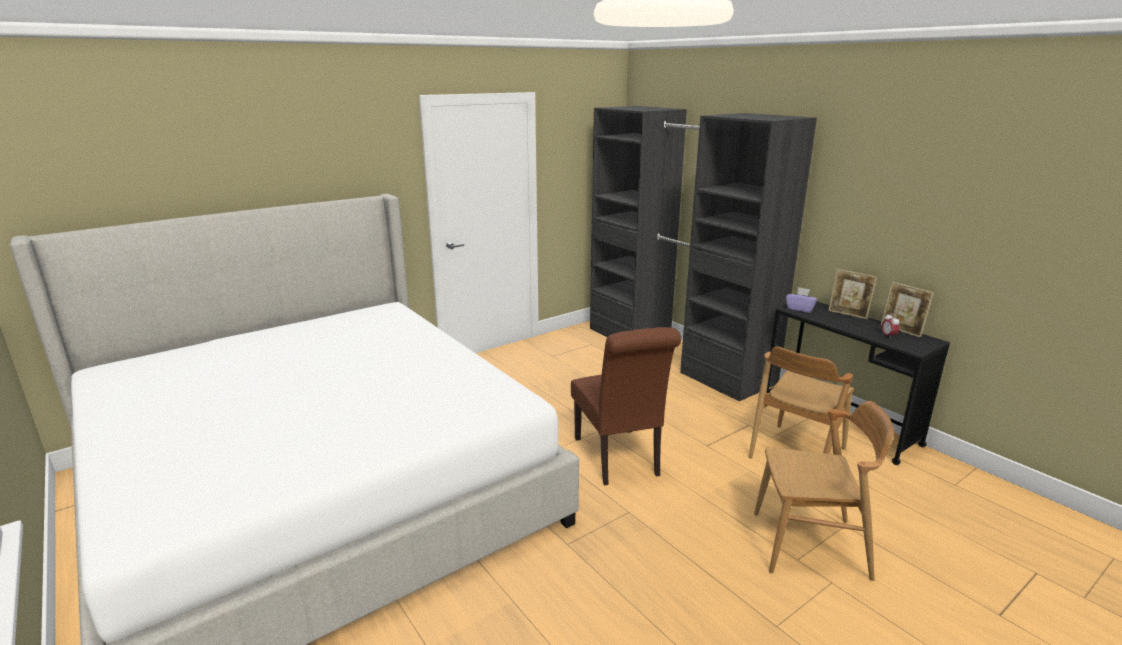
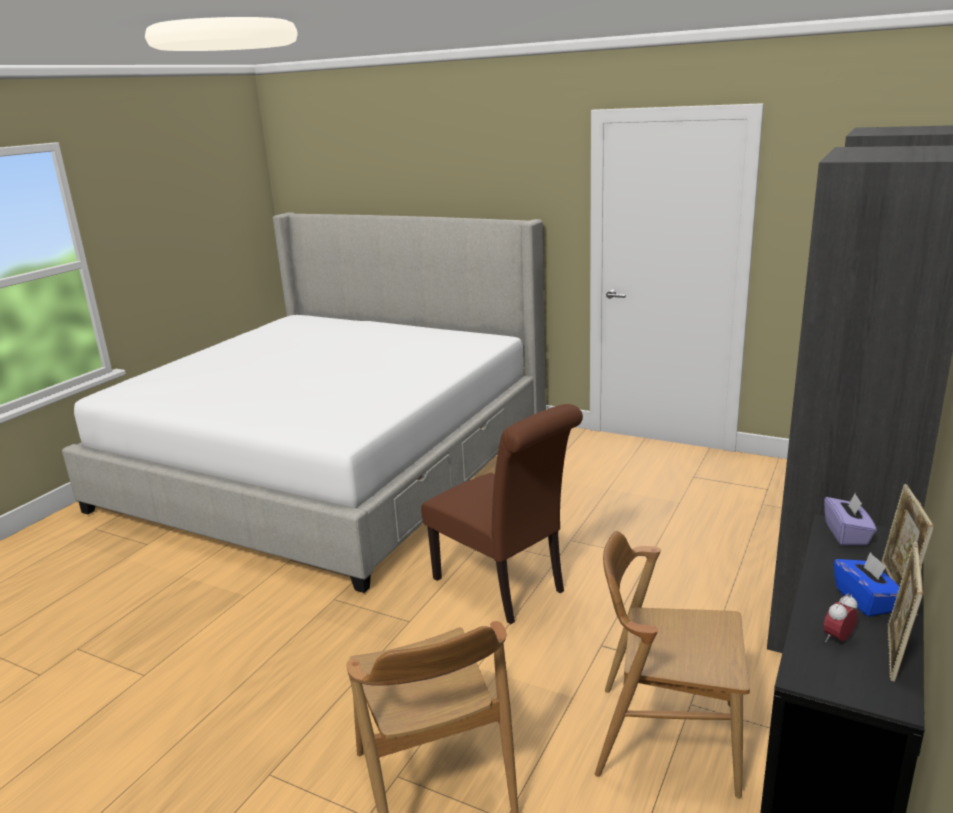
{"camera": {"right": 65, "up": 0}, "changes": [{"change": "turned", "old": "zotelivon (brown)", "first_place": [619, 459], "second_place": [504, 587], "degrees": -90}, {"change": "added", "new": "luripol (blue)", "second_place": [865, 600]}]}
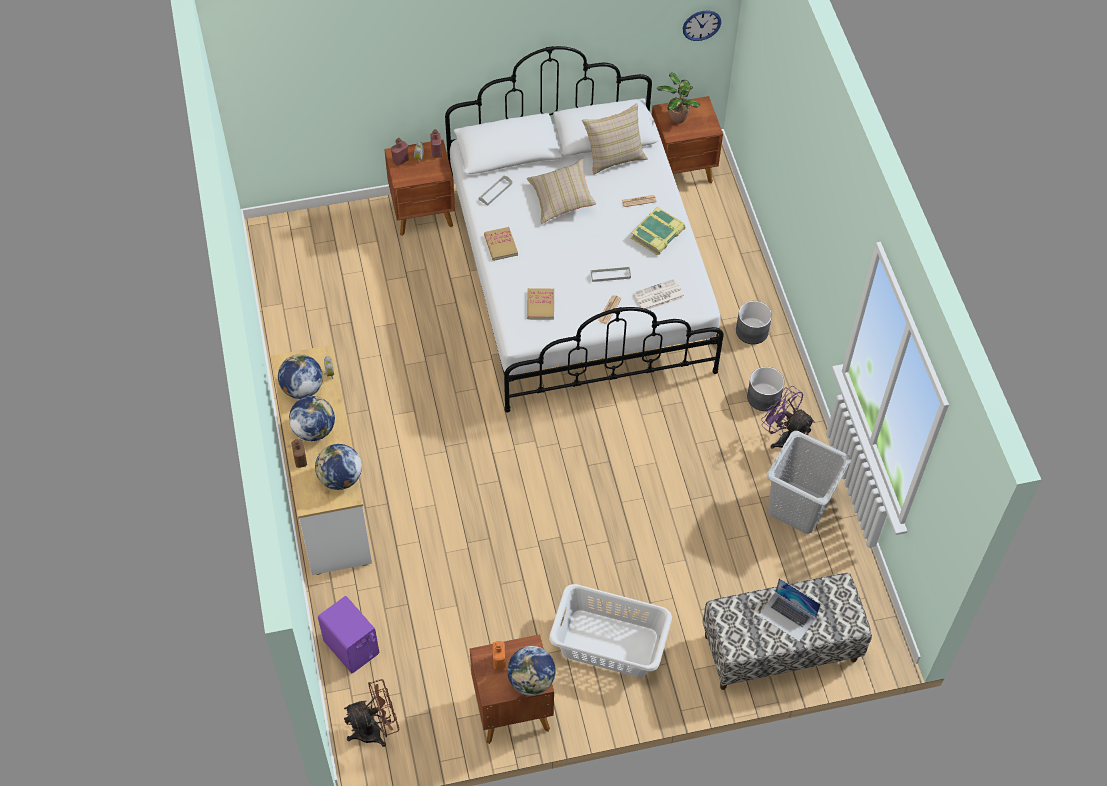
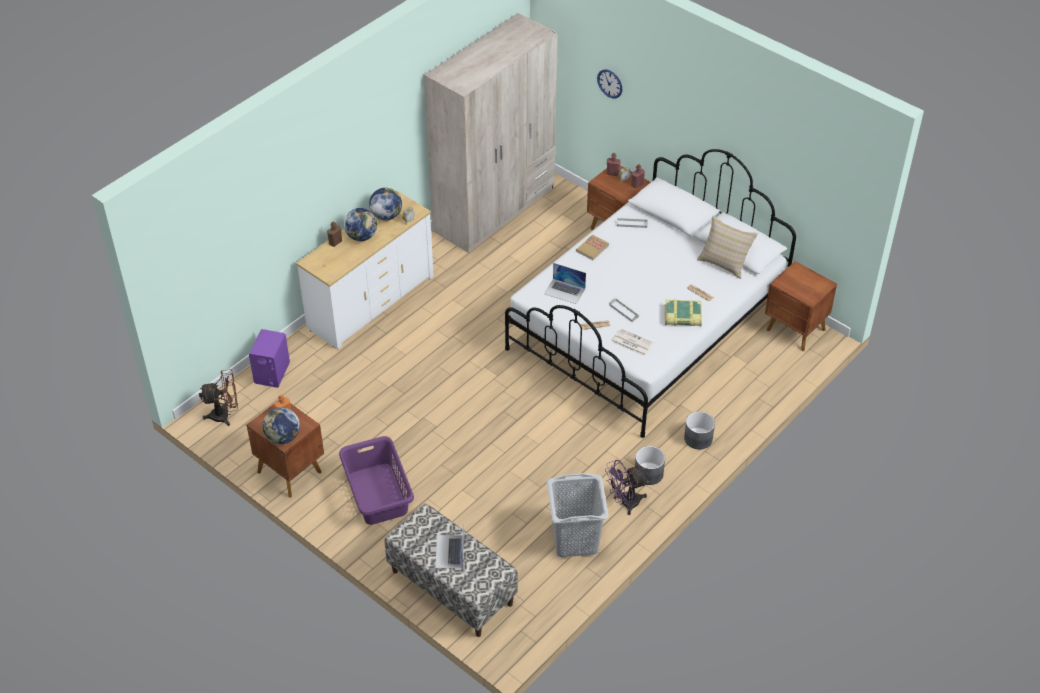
{"camera": {"right": 55, "up": -10}, "changes": [{"change": "moved", "old": "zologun", "first_place": [701, 25], "second_place": [610, 83]}, {"change": "removed", "old": "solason", "first_place": [677, 117]}, {"change": "removed", "old": "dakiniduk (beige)", "first_place": [561, 199]}, {"change": "replaced", "old": "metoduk", "new": "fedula", "first_place": [540, 305], "second_place": [564, 291]}, {"change": "turned", "old": "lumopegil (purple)", "first_place": [784, 438], "second_place": [625, 503], "degrees": -120}, {"change": "removed", "old": "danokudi", "first_place": [340, 478]}, {"change": "recoloured", "old": "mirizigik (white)", "new": "mirizigik (purple)", "first_place": [609, 644], "second_place": [377, 494]}, {"change": "turned", "old": "lumopegil (brown)", "first_place": [375, 730], "second_place": [225, 415], "degrees": -45}, {"change": "added", "new": "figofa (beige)", "second_place": [494, 209]}]}
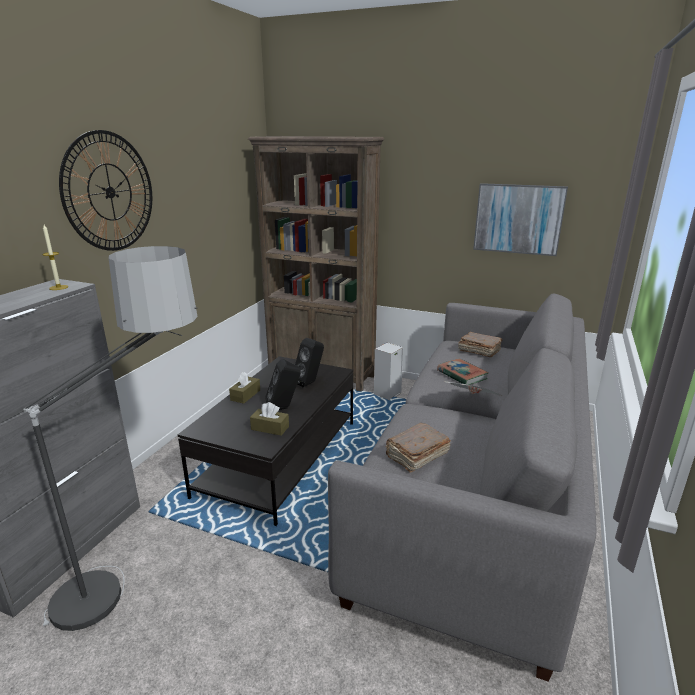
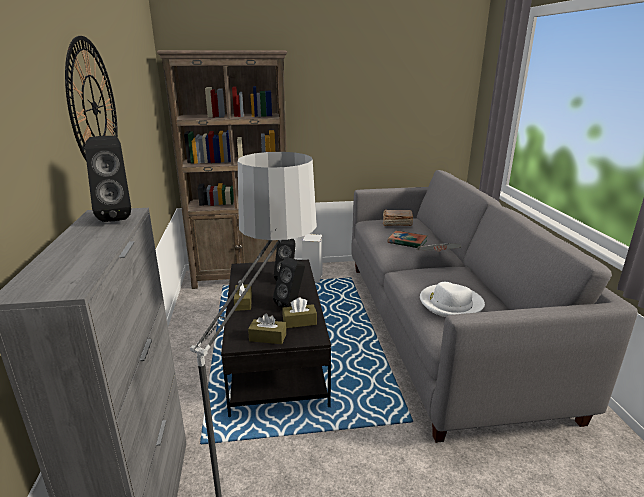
{"camera": {"right": -30, "up": 0}, "changes": [{"change": "removed", "old": "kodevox", "first_place": [518, 219]}, {"change": "replaced", "old": "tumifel", "new": "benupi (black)", "first_place": [58, 287], "second_place": [117, 217]}, {"change": "replaced", "old": "metoduk (brown)", "new": "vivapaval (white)", "first_place": [416, 456], "second_place": [450, 303]}, {"change": "added", "new": "luripol (brown)", "second_place": [267, 337]}]}
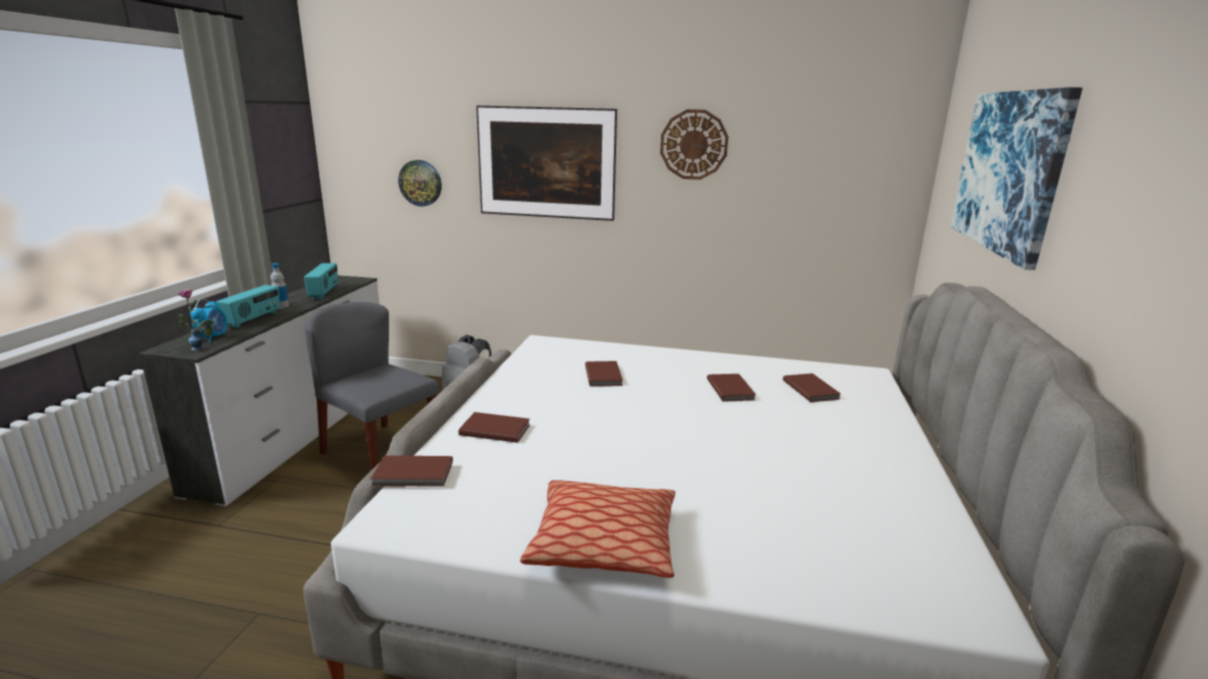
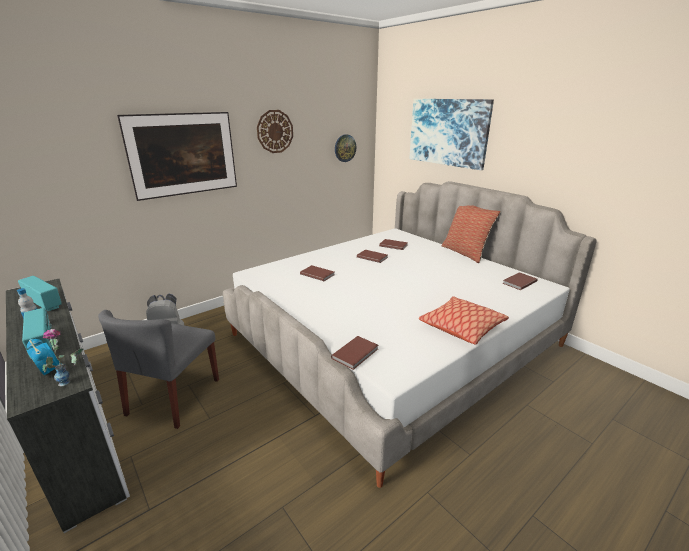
{"camera": {"right": -50, "up": 5}, "changes": [{"change": "moved", "old": "zologun", "first_place": [420, 183], "second_place": [345, 148]}, {"change": "turned", "old": "zotelivon (grey)", "first_place": [379, 452], "second_place": [174, 397], "degrees": -60}, {"change": "moved", "old": "metoduk (brown)", "first_place": [494, 429], "second_place": [518, 282]}, {"change": "added", "new": "dakiniduk", "second_place": [465, 253]}]}
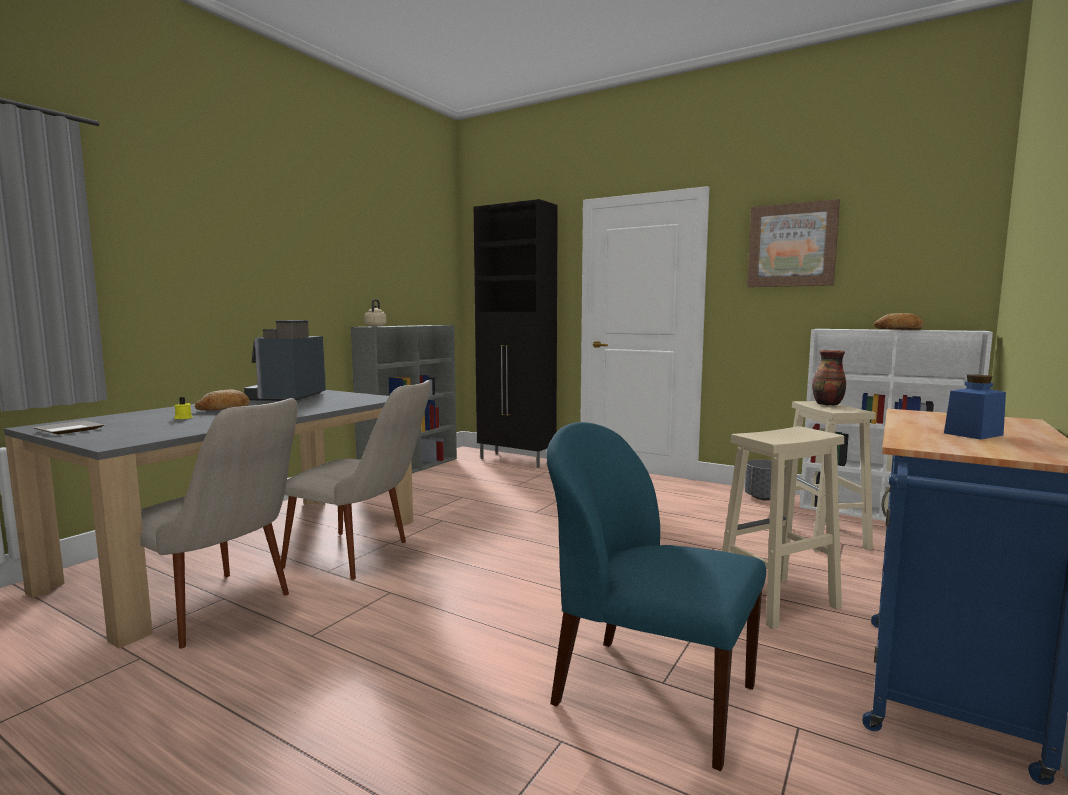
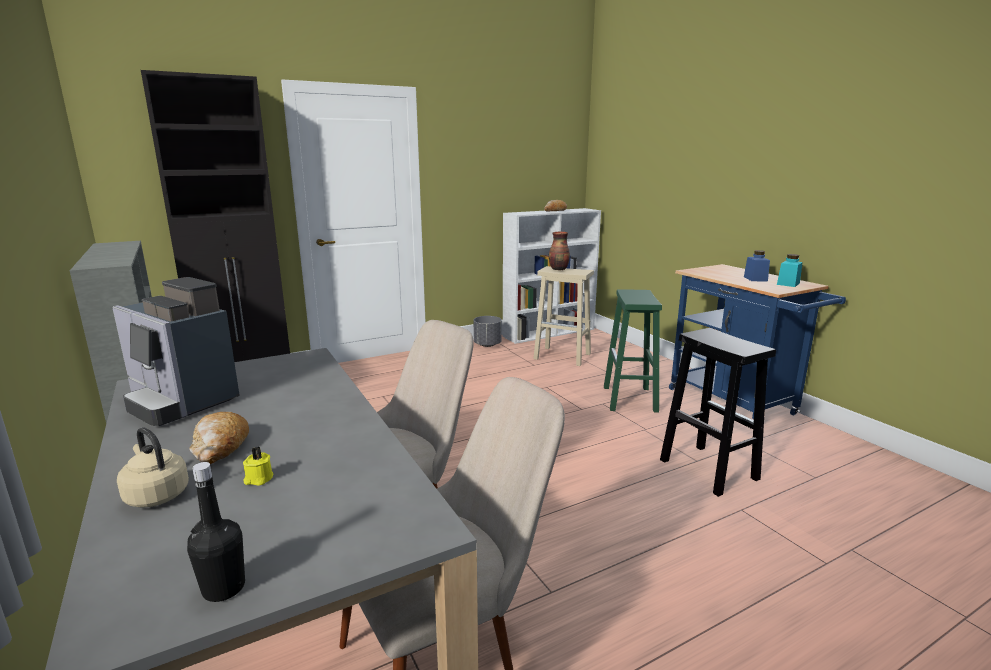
{"camera": {"right": -60, "up": 10}, "changes": [{"change": "removed", "old": "kodevox", "first_place": [792, 245]}, {"change": "moved", "old": "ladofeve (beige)", "first_place": [376, 326], "second_place": [156, 495]}, {"change": "replaced", "old": "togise", "new": "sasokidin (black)", "first_place": [67, 430], "second_place": [224, 588]}, {"change": "replaced", "old": "zotelivon (blue)", "new": "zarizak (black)", "first_place": [649, 694], "second_place": [707, 469]}, {"change": "recoloured", "old": "zarizak (beige)", "new": "zarizak (green)", "first_place": [776, 602], "second_place": [630, 399]}, {"change": "added", "new": "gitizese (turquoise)", "second_place": [788, 284]}]}
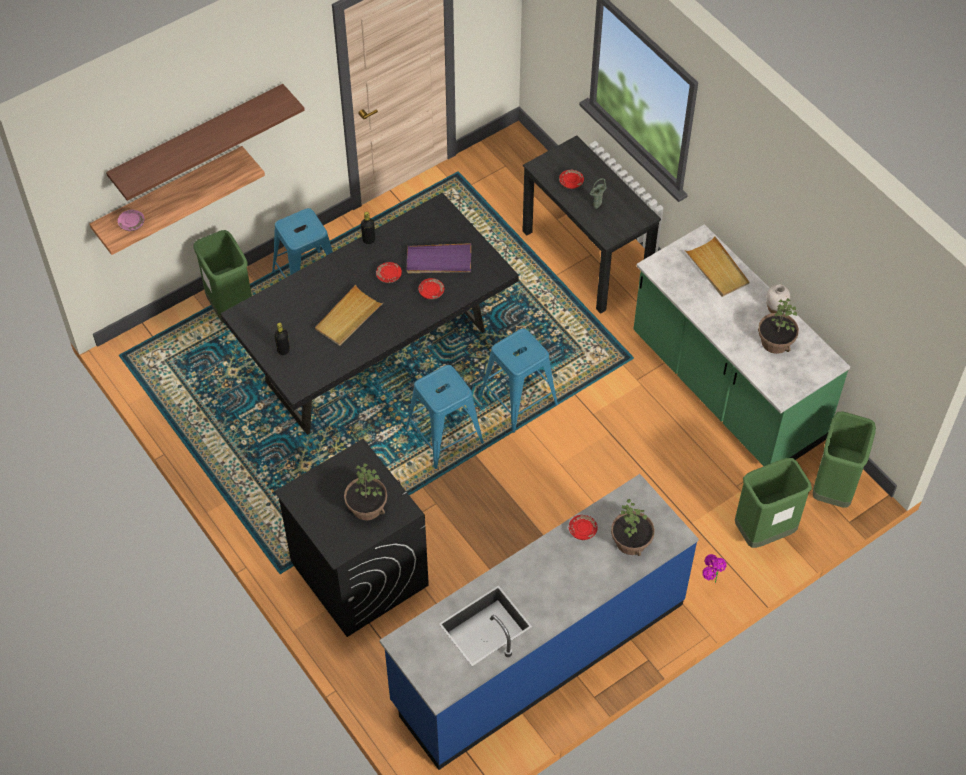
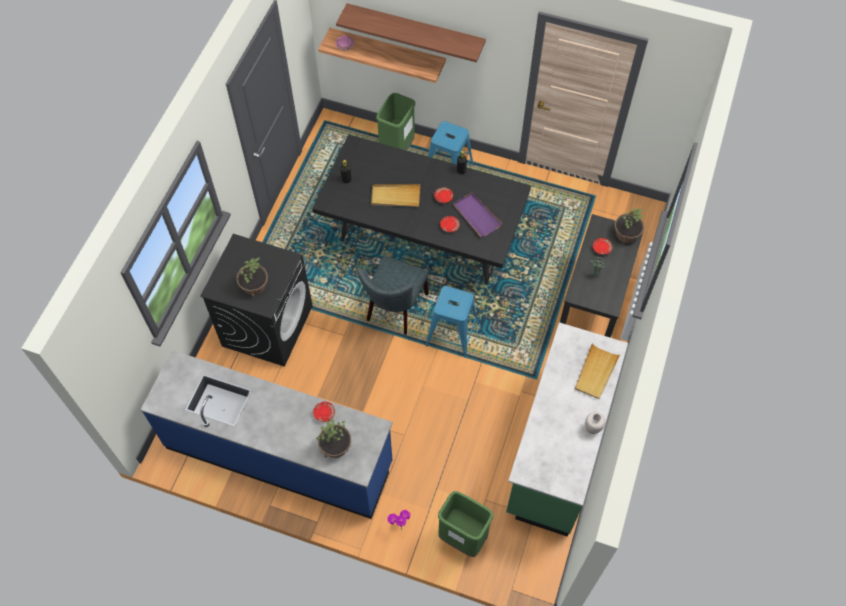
{"camera": {"right": 55, "up": 5}, "changes": [{"change": "moved", "old": "solason", "first_place": [775, 342], "second_place": [626, 234]}, {"change": "replaced", "old": "zarizak (blue)", "new": "zotelivon (grey)", "first_place": [444, 435], "second_place": [394, 310]}, {"change": "removed", "old": "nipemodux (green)", "first_place": [833, 489]}]}
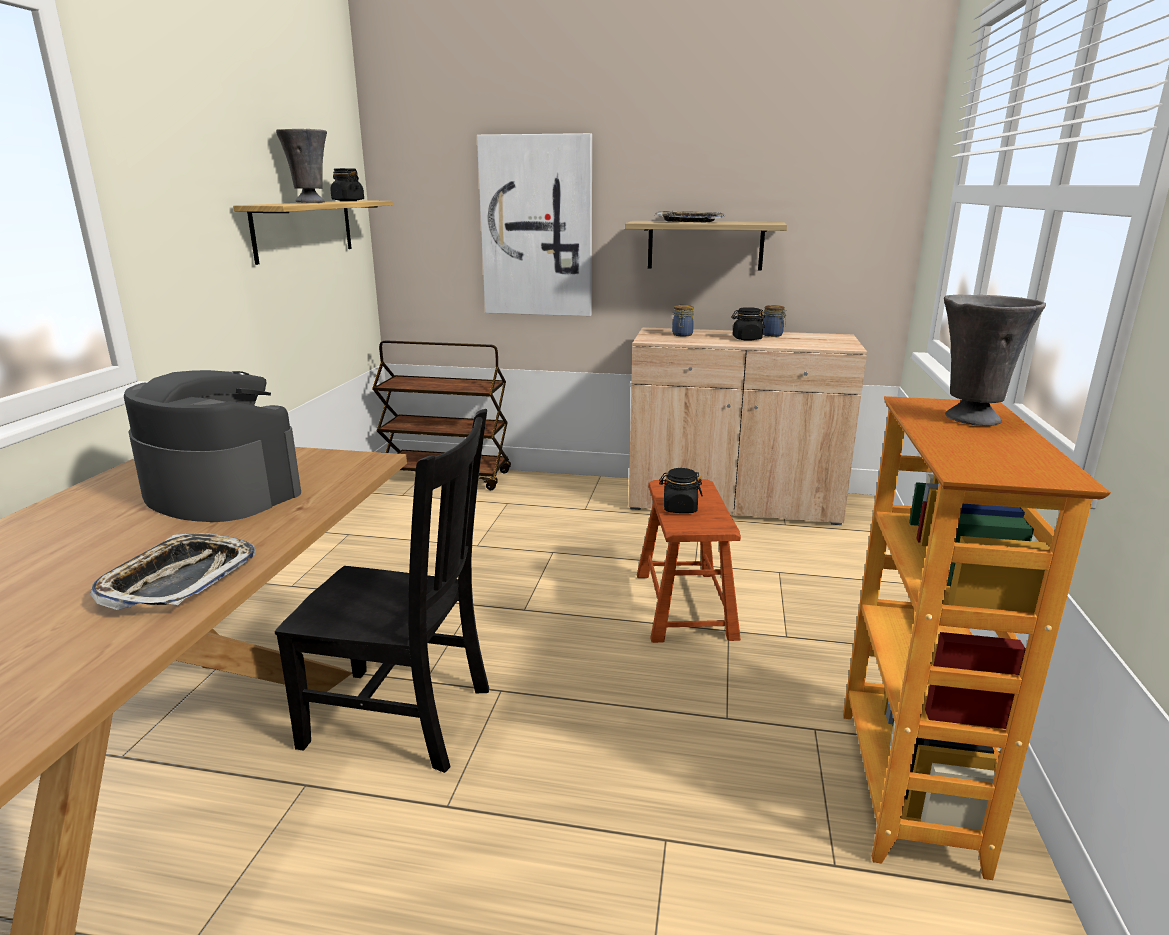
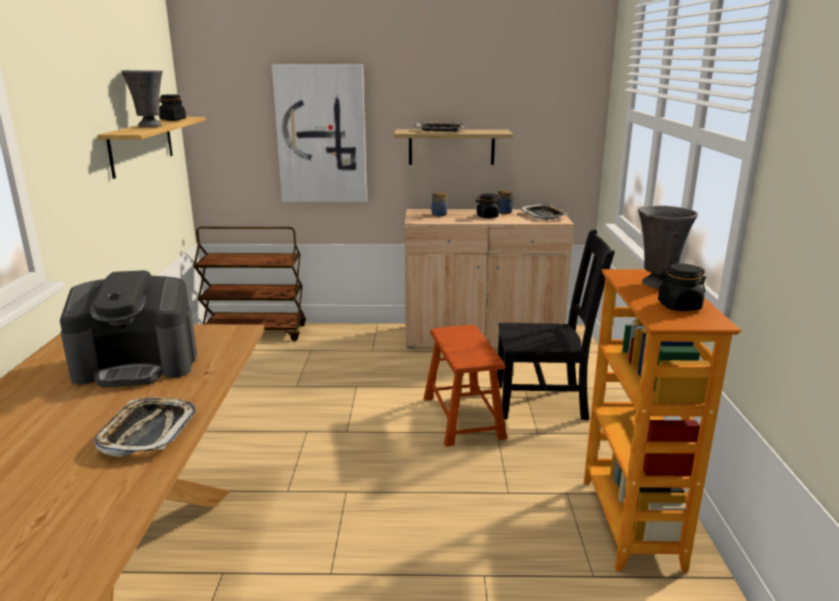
{"camera": {"right": -10, "up": 0}, "changes": [{"change": "turned", "old": "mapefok", "first_place": [221, 492], "second_place": [138, 365], "degrees": 150}, {"change": "moved", "old": "zotelivon (black)", "first_place": [404, 718], "second_place": [544, 402]}, {"change": "moved", "old": "gitizese (black)", "first_place": [679, 508], "second_place": [679, 306]}, {"change": "added", "new": "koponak", "second_place": [543, 215]}]}
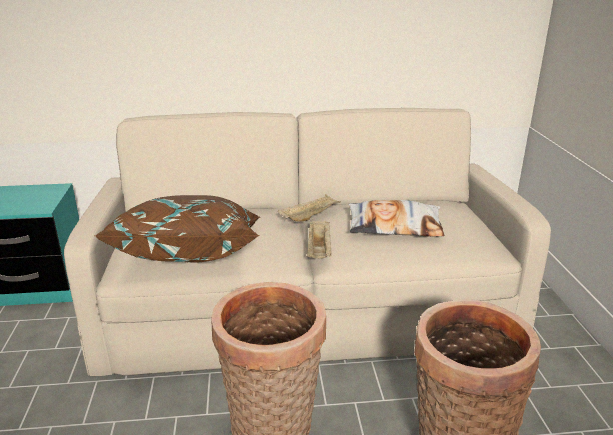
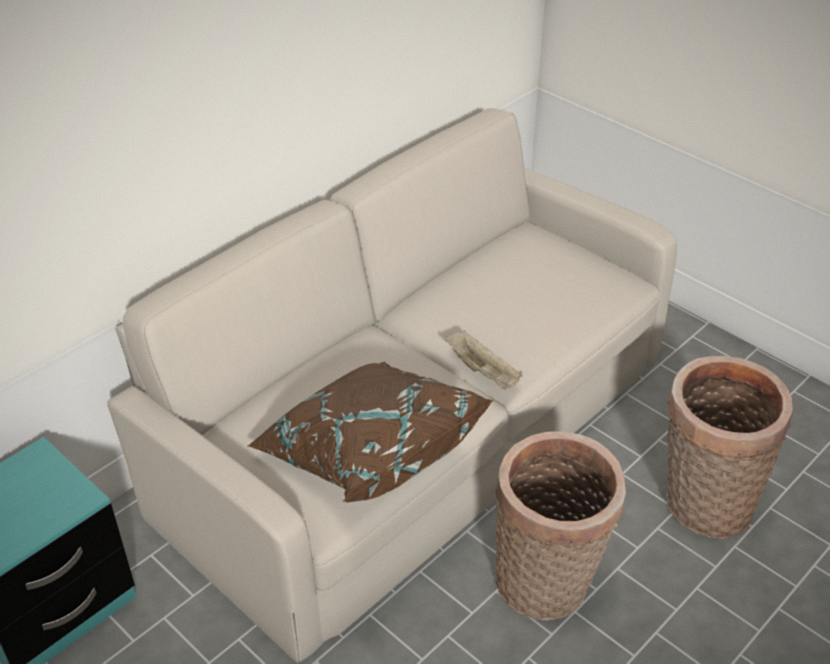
{"camera": {"right": -40, "up": 15}, "changes": [{"change": "removed", "old": "koponak (beige)", "first_place": [309, 217]}, {"change": "removed", "old": "dakiniduk", "first_place": [394, 226]}]}
